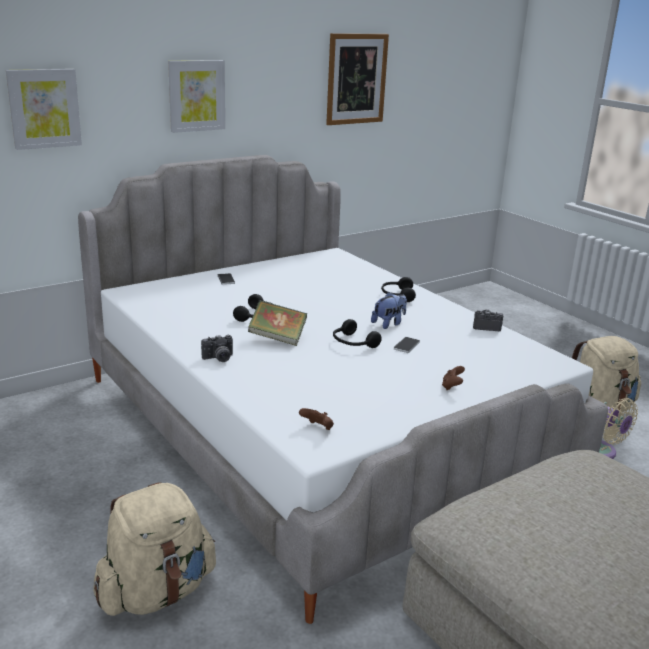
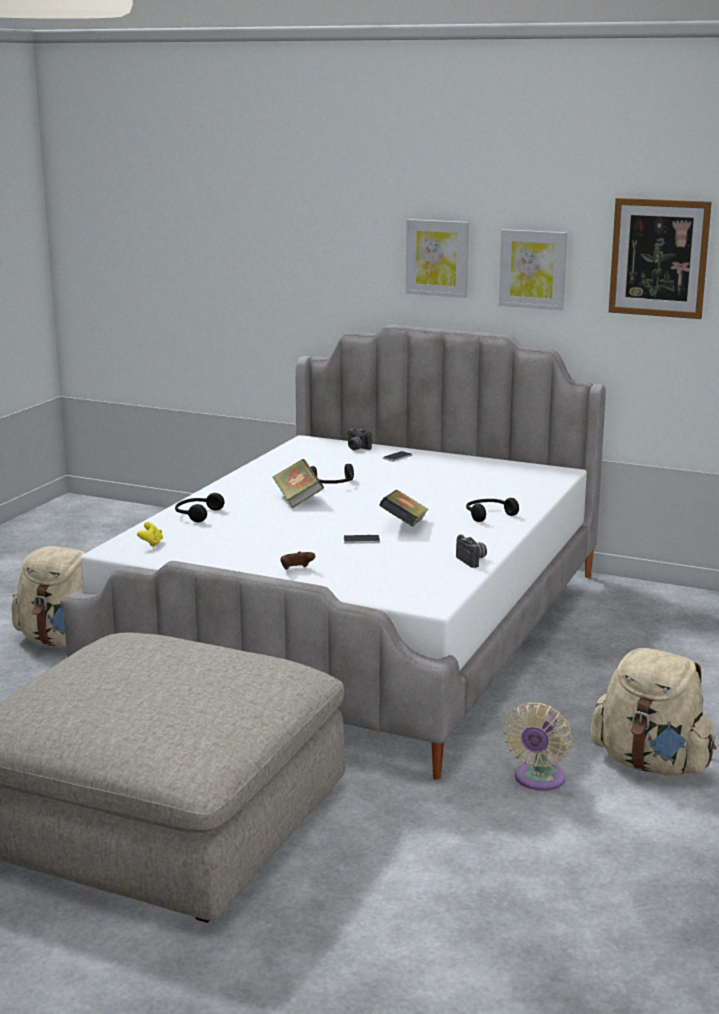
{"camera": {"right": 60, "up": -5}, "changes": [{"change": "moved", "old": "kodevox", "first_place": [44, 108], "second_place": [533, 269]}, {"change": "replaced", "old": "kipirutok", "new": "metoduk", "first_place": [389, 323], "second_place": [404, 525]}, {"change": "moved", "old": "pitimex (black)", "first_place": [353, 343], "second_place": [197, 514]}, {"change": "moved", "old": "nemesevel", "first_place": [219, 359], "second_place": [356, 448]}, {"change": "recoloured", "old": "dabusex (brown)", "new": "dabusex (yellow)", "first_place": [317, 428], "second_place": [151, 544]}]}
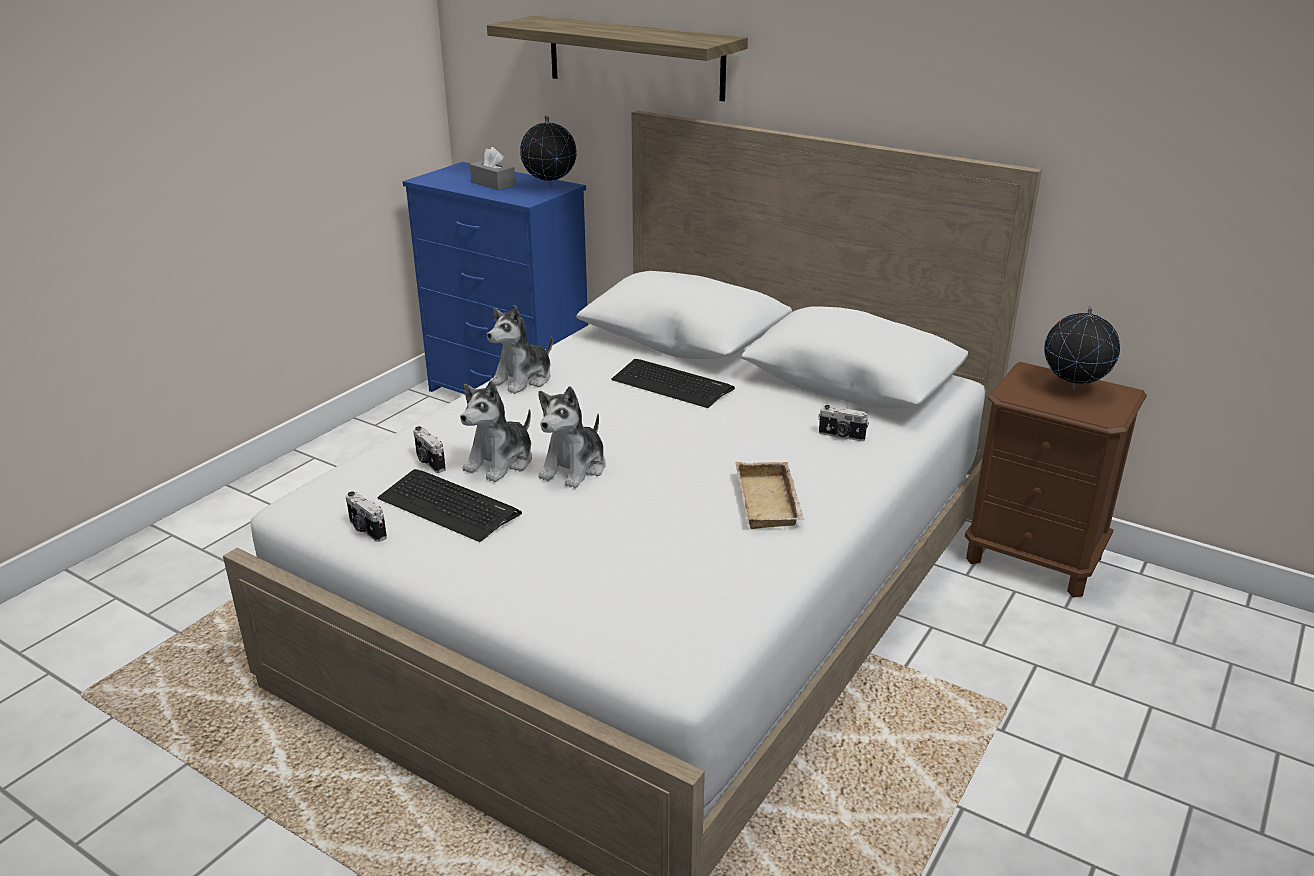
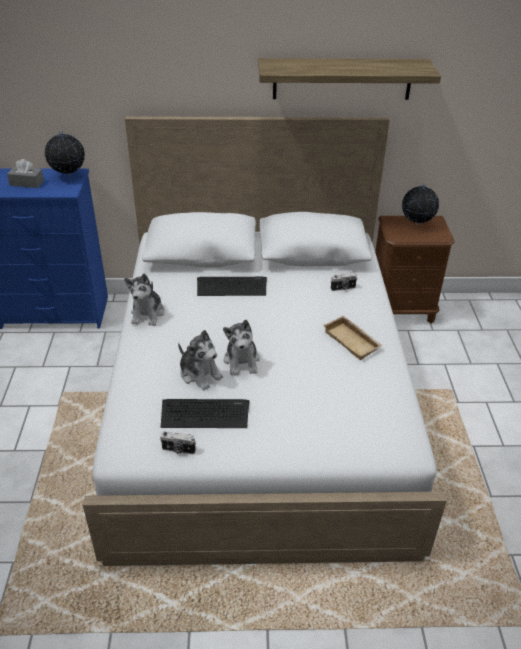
{"camera": {"right": -35, "up": 10}, "changes": [{"change": "moved", "old": "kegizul", "first_place": [635, 57], "second_place": [342, 79]}, {"change": "turned", "old": "kipirutok", "first_place": [501, 462], "second_place": [200, 374], "degrees": -45}, {"change": "removed", "old": "nemesevel", "first_place": [429, 462]}]}
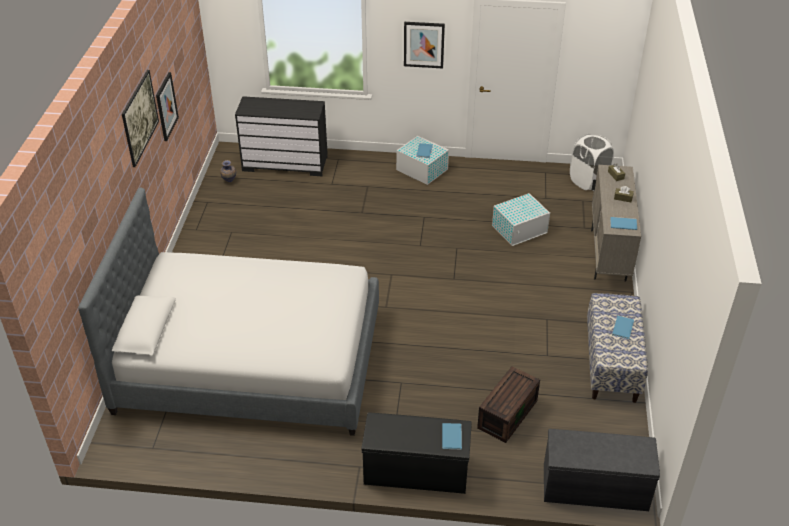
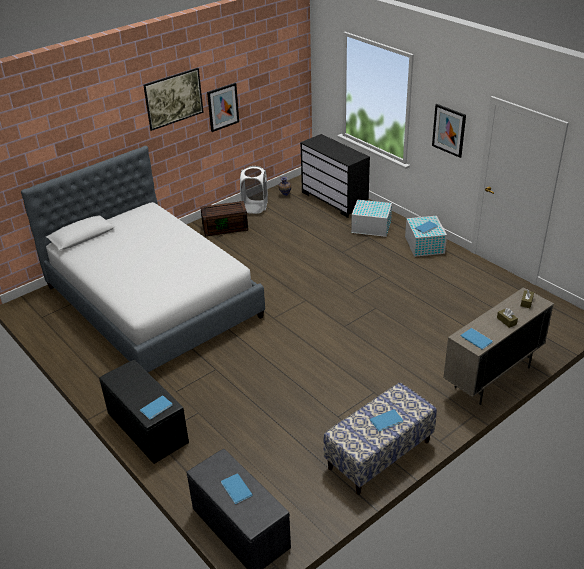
{"camera": {"right": 45, "up": -5}, "changes": [{"change": "moved", "old": "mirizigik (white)", "first_place": [588, 181], "second_place": [255, 207]}, {"change": "moved", "old": "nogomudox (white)", "first_place": [520, 229], "second_place": [372, 227]}, {"change": "moved", "old": "nogomudox (brown)", "first_place": [507, 413], "second_place": [225, 227]}, {"change": "added", "new": "metoduk (blue)", "second_place": [236, 490]}]}
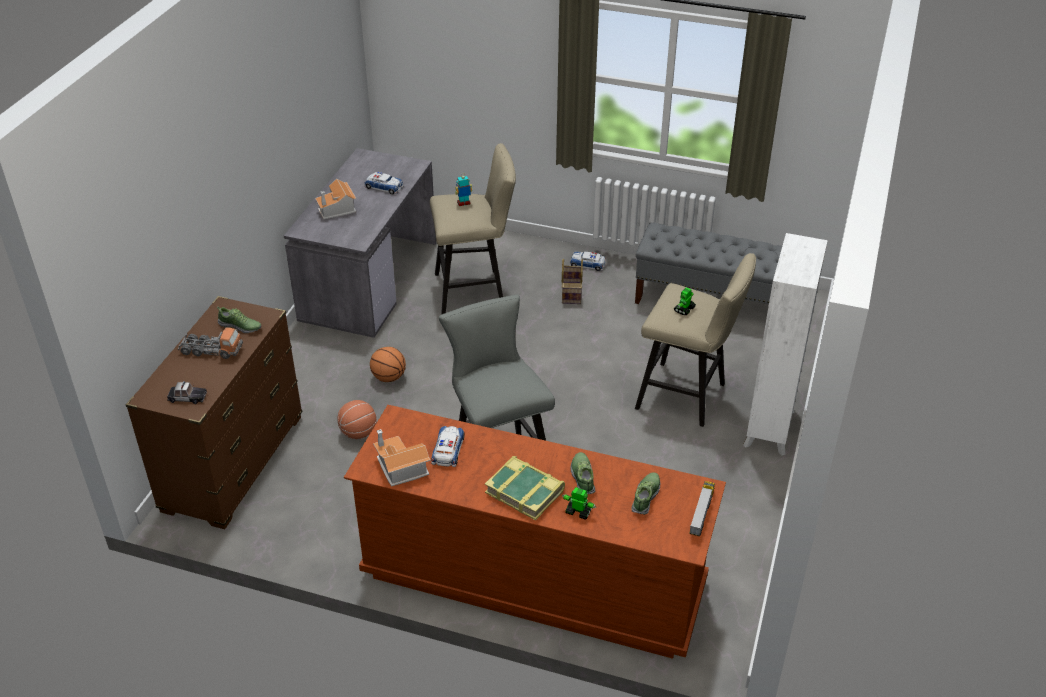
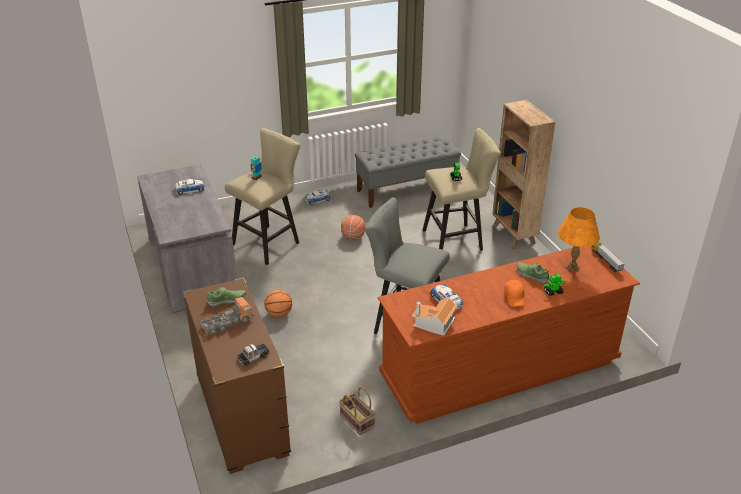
{"camera": {"right": -40, "up": -5}, "changes": [{"change": "removed", "old": "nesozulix", "first_place": [337, 209]}, {"change": "recoloured", "old": "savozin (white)", "new": "savozin (brown)", "first_place": [768, 429], "second_place": [513, 235]}, {"change": "moved", "old": "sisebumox", "first_place": [571, 292], "second_place": [356, 421]}, {"change": "moved", "old": "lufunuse", "first_place": [358, 433], "second_place": [353, 237]}, {"change": "replaced", "old": "metoduk", "new": "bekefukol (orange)", "first_place": [525, 491], "second_place": [514, 297]}, {"change": "replaced", "old": "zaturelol", "new": "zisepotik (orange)", "first_place": [646, 497], "second_place": [572, 268]}]}
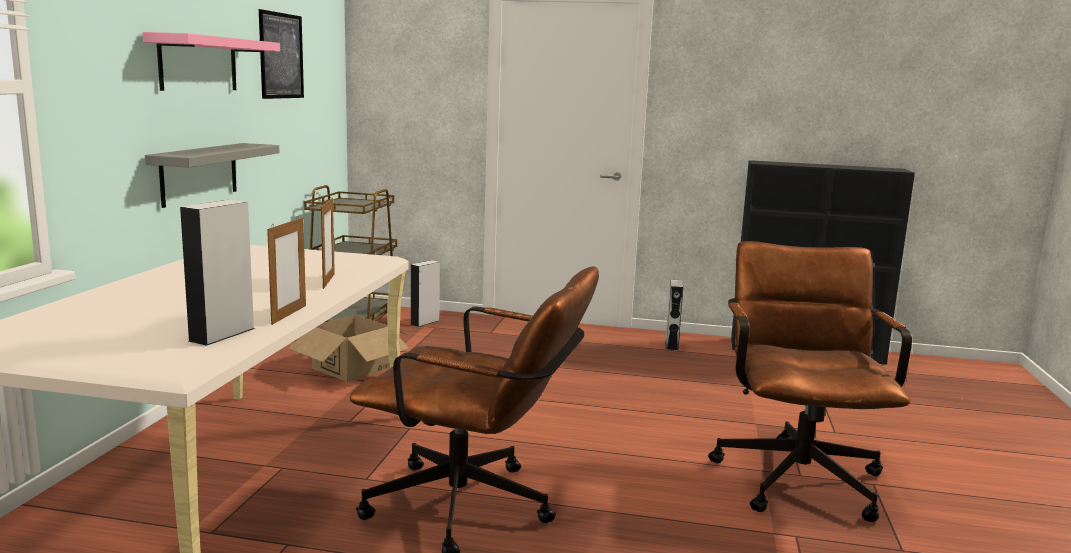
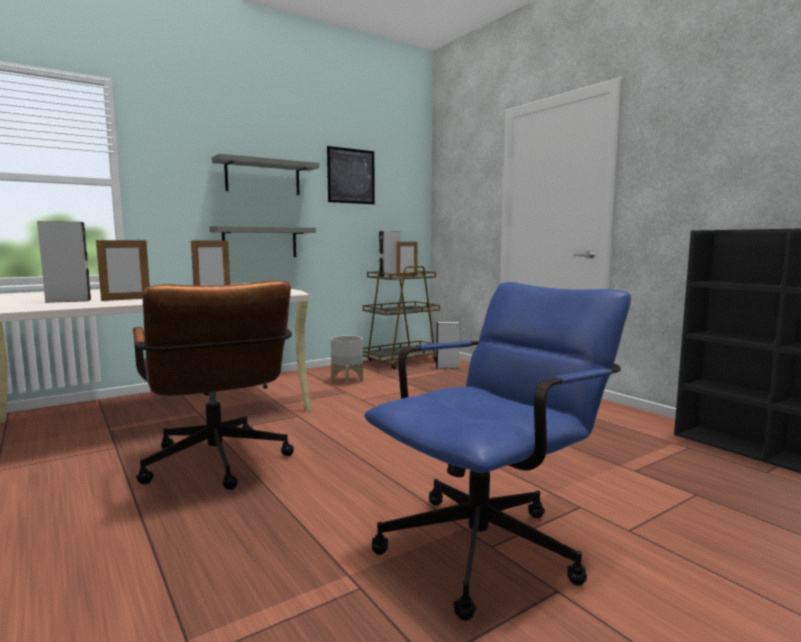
{"camera": {"right": 45, "up": -5}, "changes": [{"change": "recoloured", "old": "kegizul (pink)", "new": "kegizul (grey)", "first_place": [198, 64], "second_place": [263, 177]}, {"change": "recoloured", "old": "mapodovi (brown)", "new": "mapodovi (blue)", "first_place": [796, 473], "second_place": [491, 543]}, {"change": "moved", "old": "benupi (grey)", "first_place": [671, 345], "second_place": [390, 276]}, {"change": "replaced", "old": "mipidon", "new": "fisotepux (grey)", "first_place": [351, 368], "second_place": [346, 380]}, {"change": "added", "new": "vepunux", "second_place": [407, 276]}]}
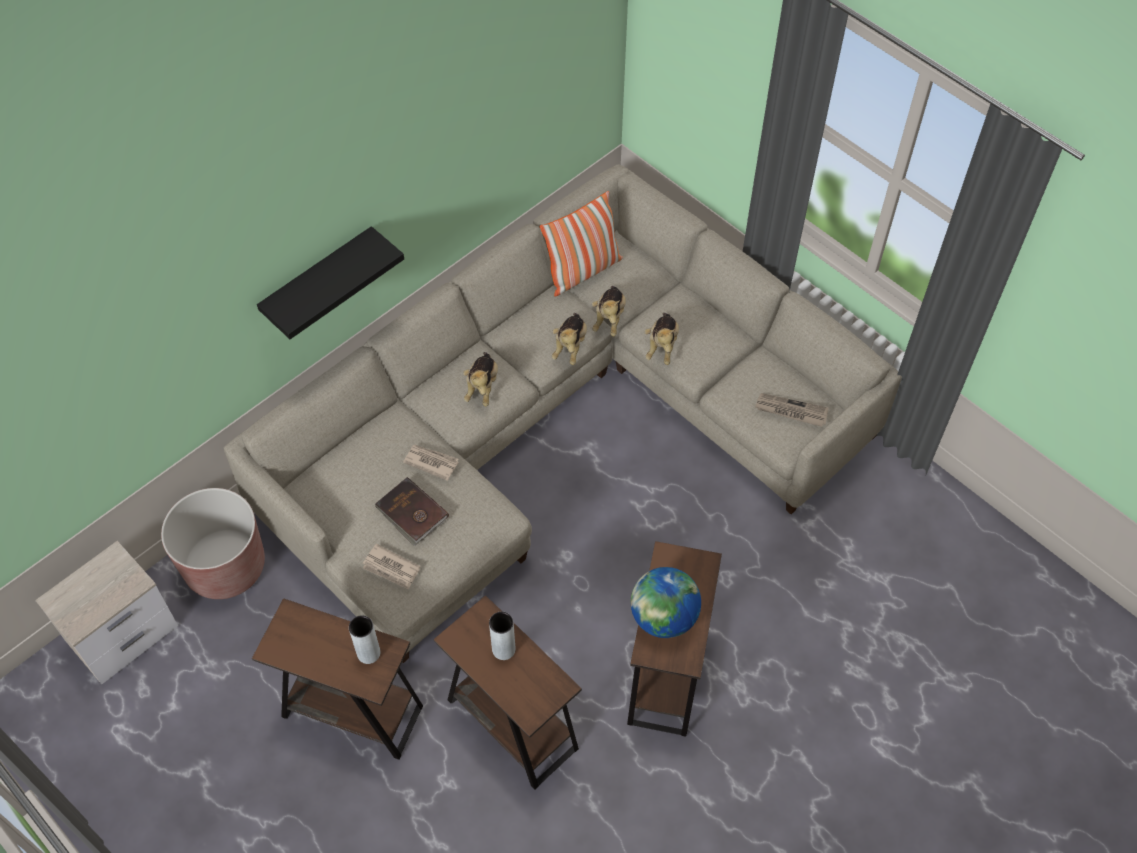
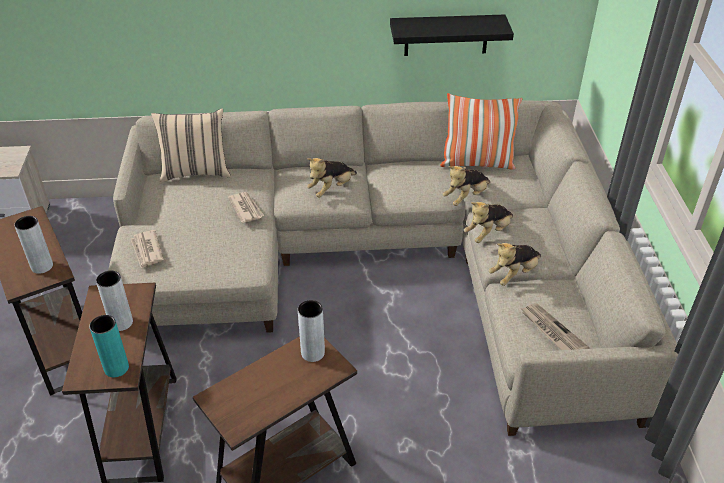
{"camera": {"right": 40, "up": -15}, "changes": [{"change": "moved", "old": "kegizul (black)", "first_place": [318, 280], "second_place": [446, 35]}, {"change": "moved", "old": "kipirutok", "first_place": [570, 346], "second_place": [514, 274]}, {"change": "removed", "old": "metoduk (brown)", "first_place": [411, 513]}, {"change": "removed", "old": "fisotepux (brown)", "first_place": [225, 566]}, {"change": "removed", "old": "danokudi", "first_place": [663, 618]}, {"change": "added", "new": "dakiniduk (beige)", "second_place": [196, 171]}, {"change": "added", "new": "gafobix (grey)", "second_place": [313, 353]}, {"change": "added", "new": "gafobix (turquoise)", "second_place": [116, 368]}]}
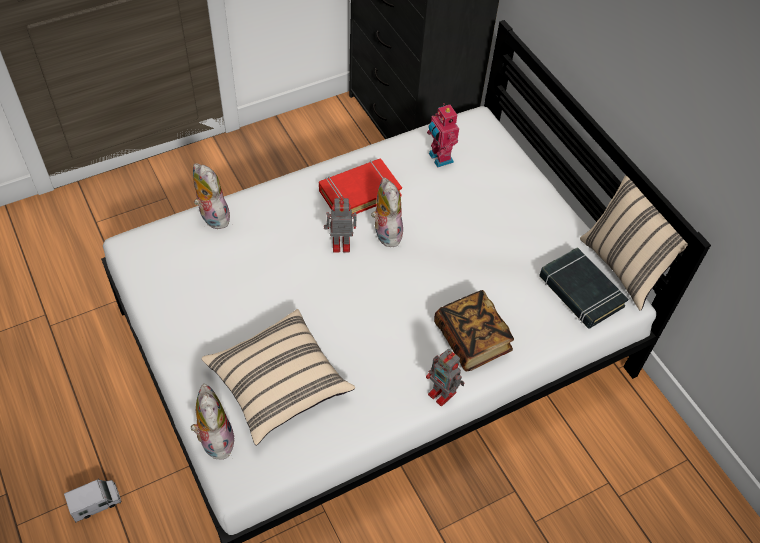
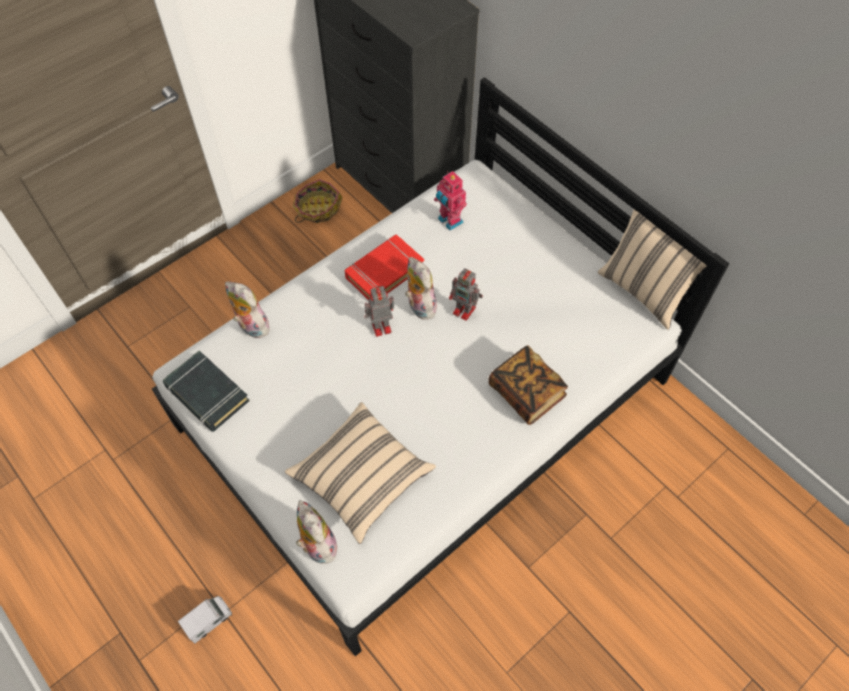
{"camera": {"right": -10, "up": 5}, "changes": [{"change": "moved", "old": "metoduk (black)", "first_place": [580, 291], "second_place": [207, 394]}, {"change": "moved", "old": "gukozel", "first_place": [443, 394], "second_place": [465, 311]}, {"change": "added", "new": "sisebumox", "second_place": [317, 209]}]}
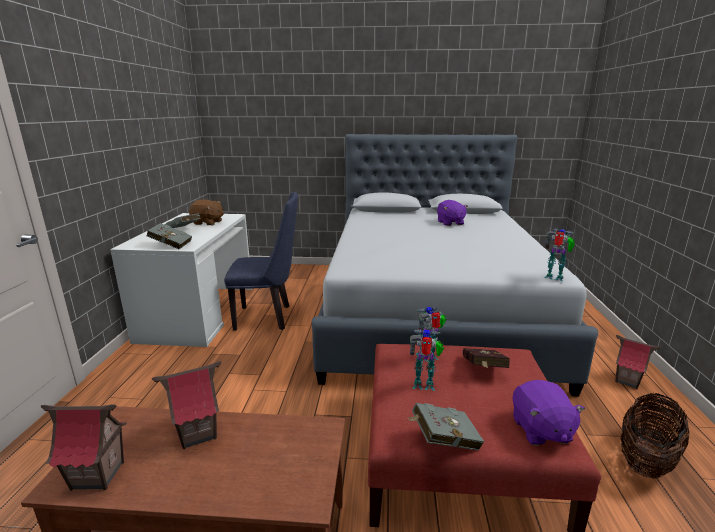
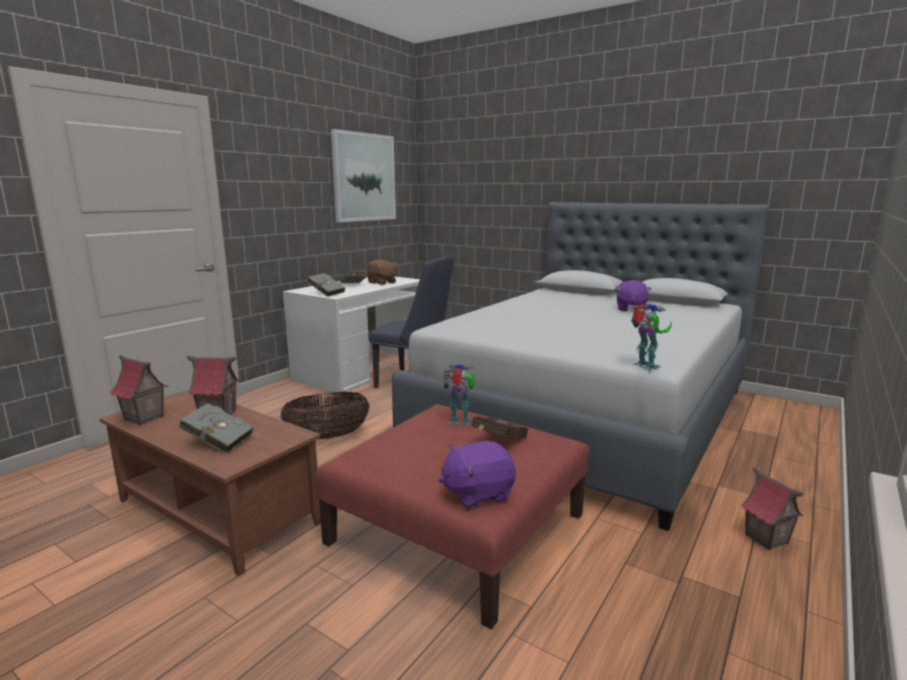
{"camera": {"right": 30, "up": -5}, "changes": [{"change": "removed", "old": "gukozel", "first_place": [424, 386]}, {"change": "turned", "old": "kipirutok (purple)", "first_place": [540, 430], "second_place": [477, 493], "degrees": 45}, {"change": "moved", "old": "sisebumox", "first_place": [645, 459], "second_place": [327, 437]}, {"change": "moved", "old": "metoduk (grey)", "first_place": [442, 440], "second_place": [217, 441]}, {"change": "added", "new": "kodevox", "second_place": [364, 177]}]}
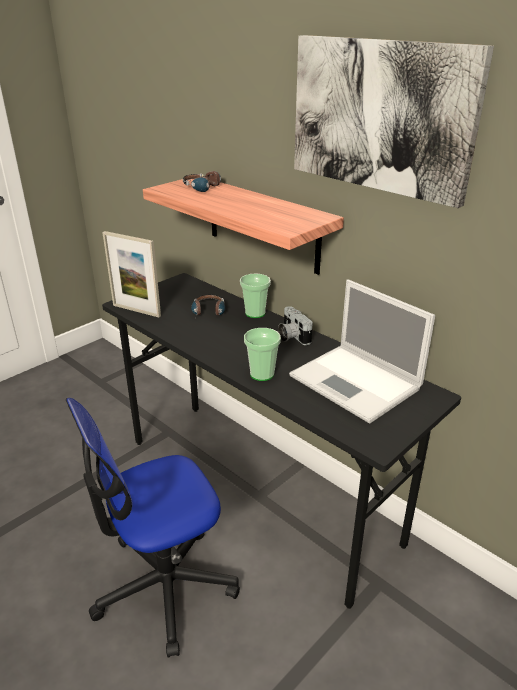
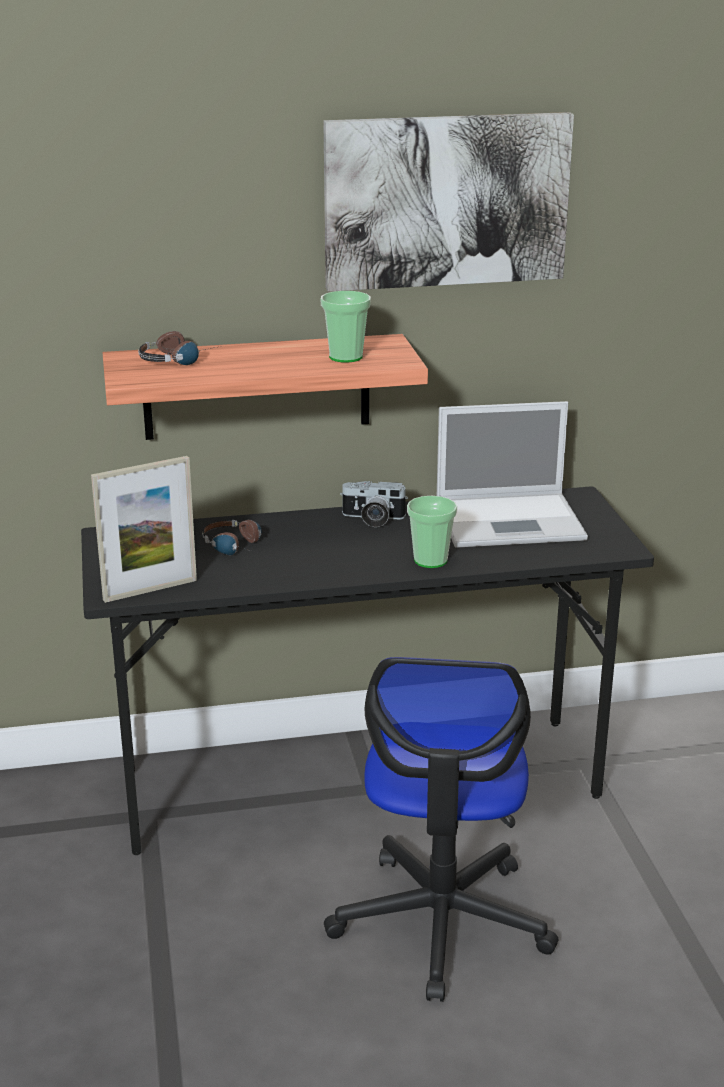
{"camera": {"right": -55, "up": -5}, "changes": [{"change": "moved", "old": "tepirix", "first_place": [255, 313], "second_place": [346, 357]}]}
